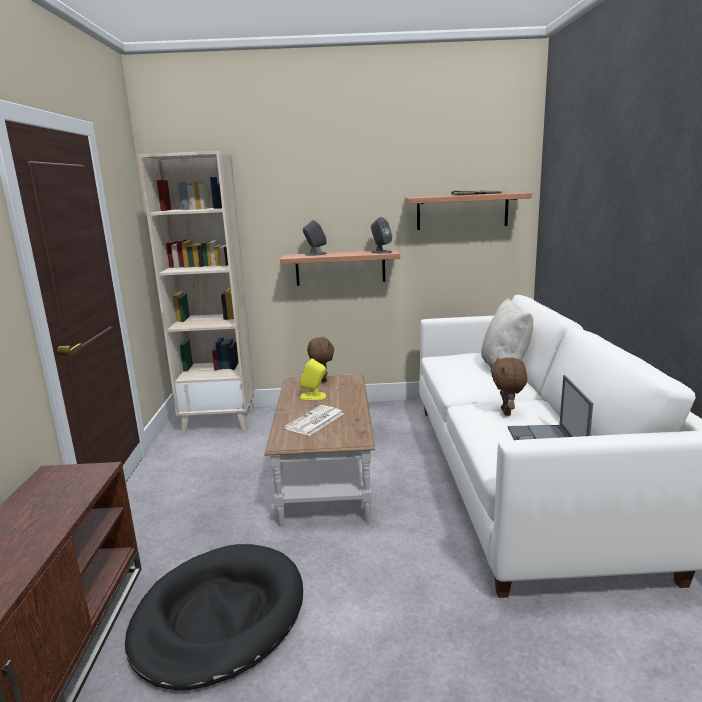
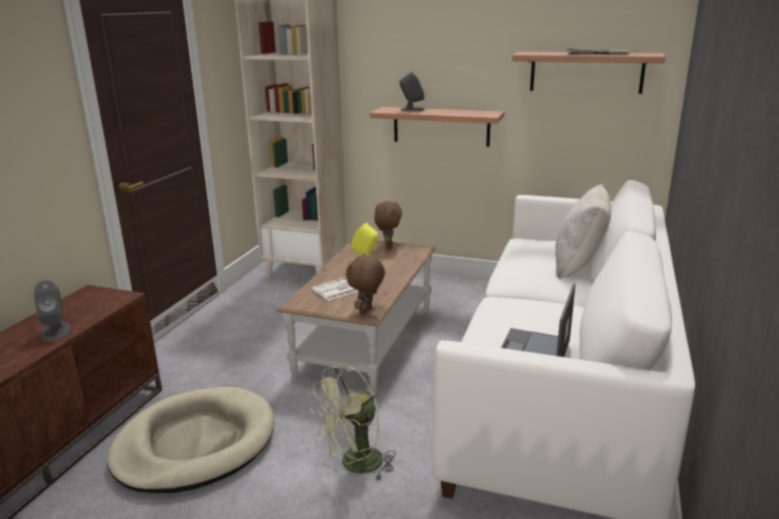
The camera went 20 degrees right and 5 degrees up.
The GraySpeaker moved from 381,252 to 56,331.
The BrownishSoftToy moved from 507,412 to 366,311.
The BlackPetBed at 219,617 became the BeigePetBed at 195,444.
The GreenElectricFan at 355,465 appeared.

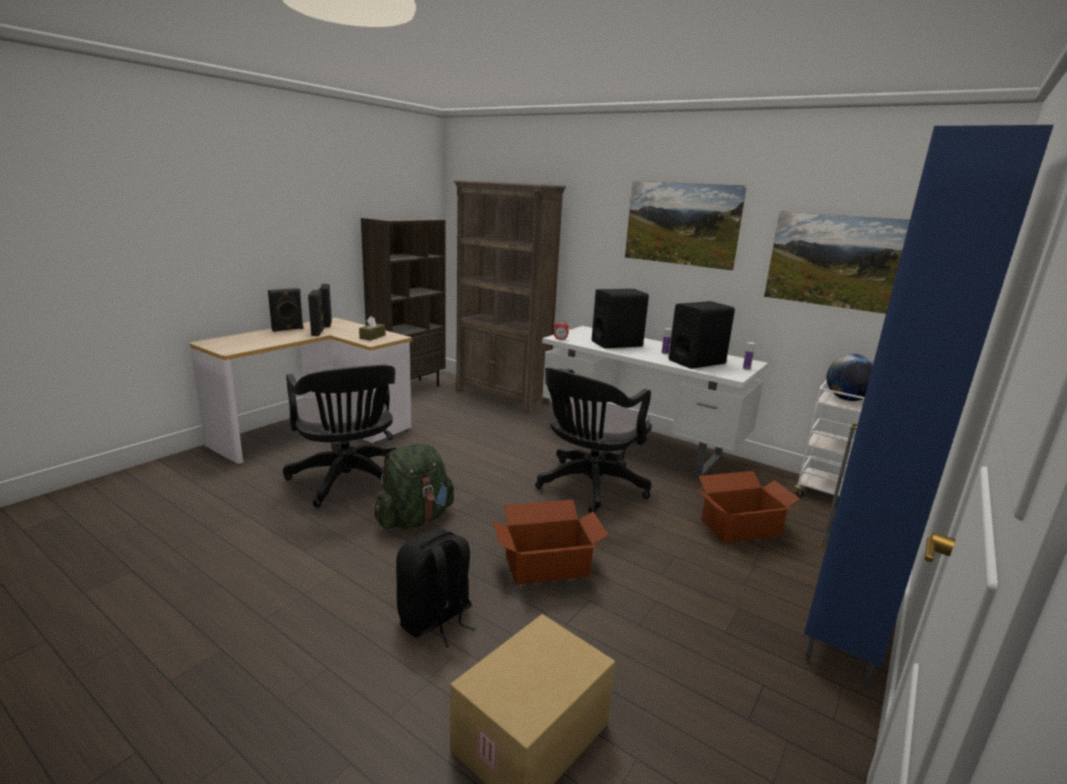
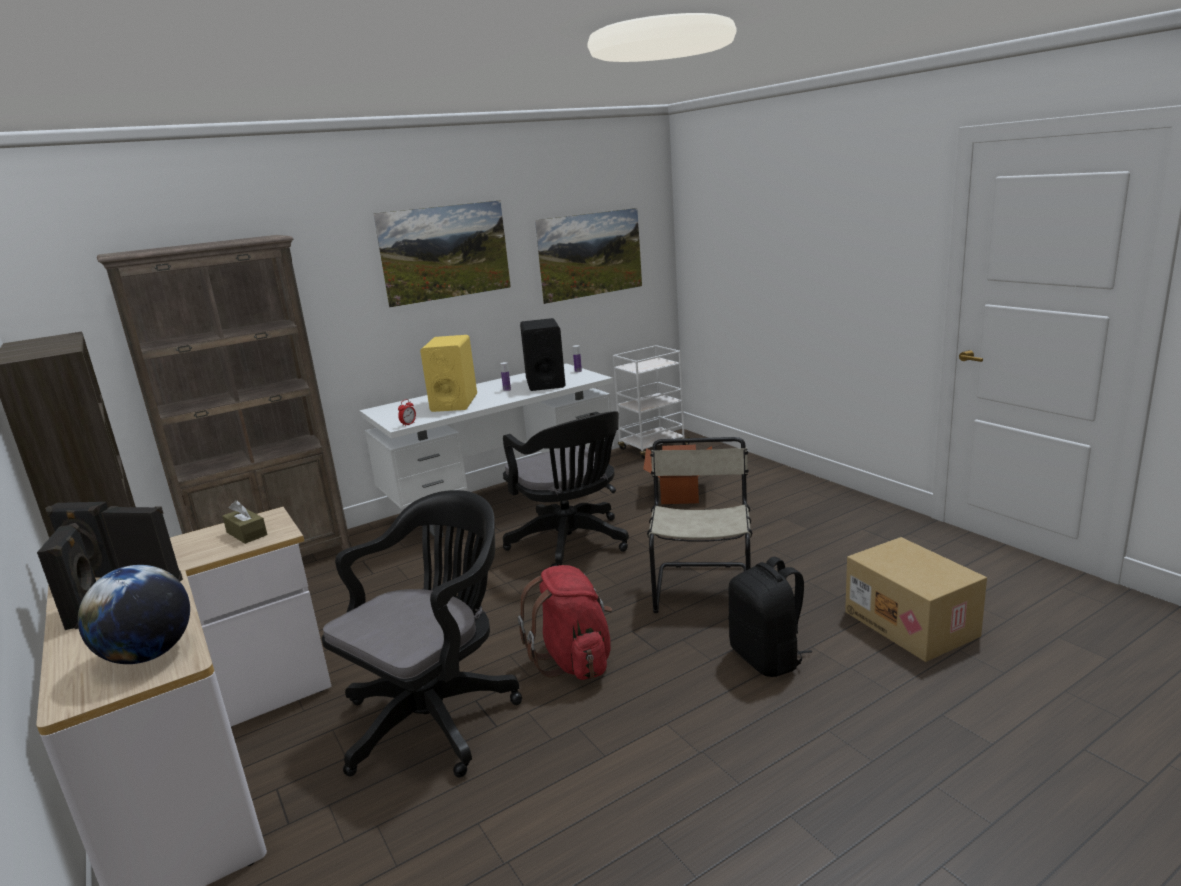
The camera went 65 degrees left and 0 degrees up.
The BluishCabinet at 844,635 disappeared.
The BlackSpeaker at 617,344 became the YellowishSpeaker at 454,403.
The Globe moved from 847,399 to 149,655.
The BlackOfficeChair at 348,481 turned 45 degrees counterclockwise.
The GreenBackpack at 415,519 became the ReddishBackpack at 574,661.
The Carton at 547,566 was replaced by the BeigeChair at 702,587.

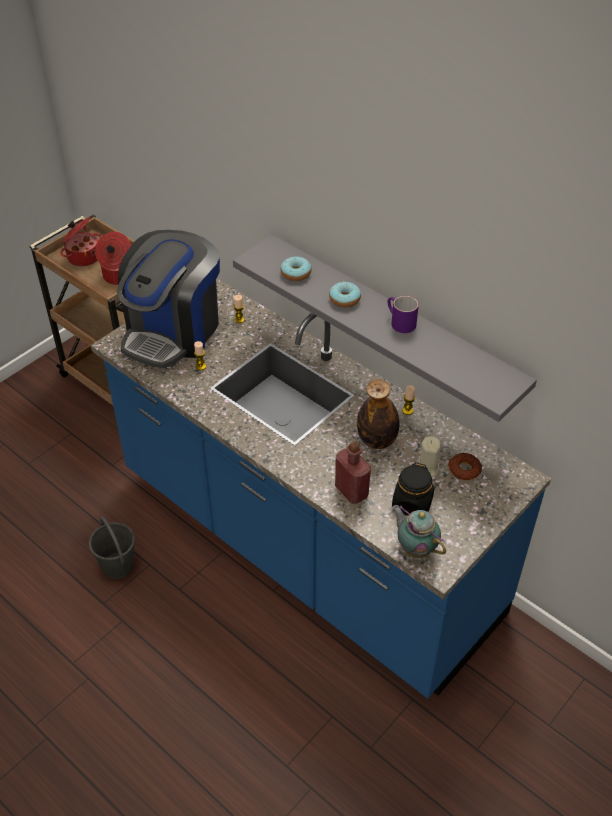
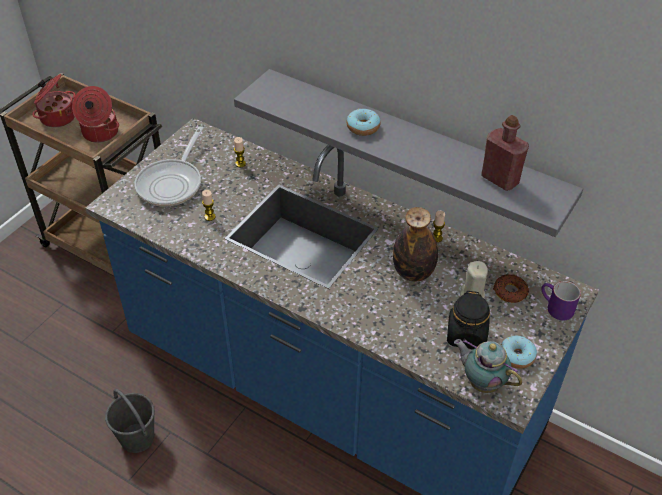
The camera went 10 degrees left and 0 degrees up.
The CoffeeMachine at 173,331 was replaced by the Skillet at 172,183.
The Doughnut moved from 296,273 to 516,356.
The PurplishMug moved from 399,323 to 555,308.
The ReddishBeverageBottle moved from 351,491 to 500,179.

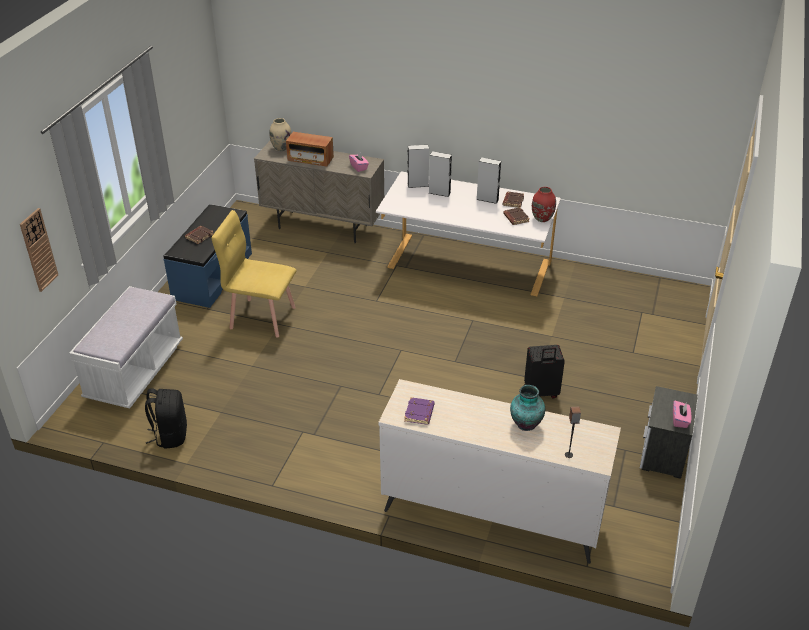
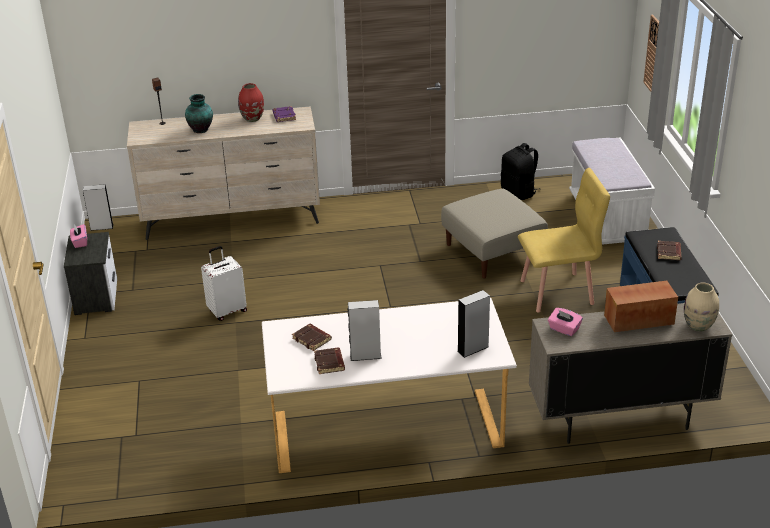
The camera went 155 degrees right and 5 degrees down.
The GraySpeaker moved from 439,193 to 101,227.
The ReddishVase moved from 542,218 to 252,119.
The BlackPieceOfLuggage at 541,393 became the WhitishPieceOfLuggage at 227,311.
The BeigeFootrest at 492,252 appeared.

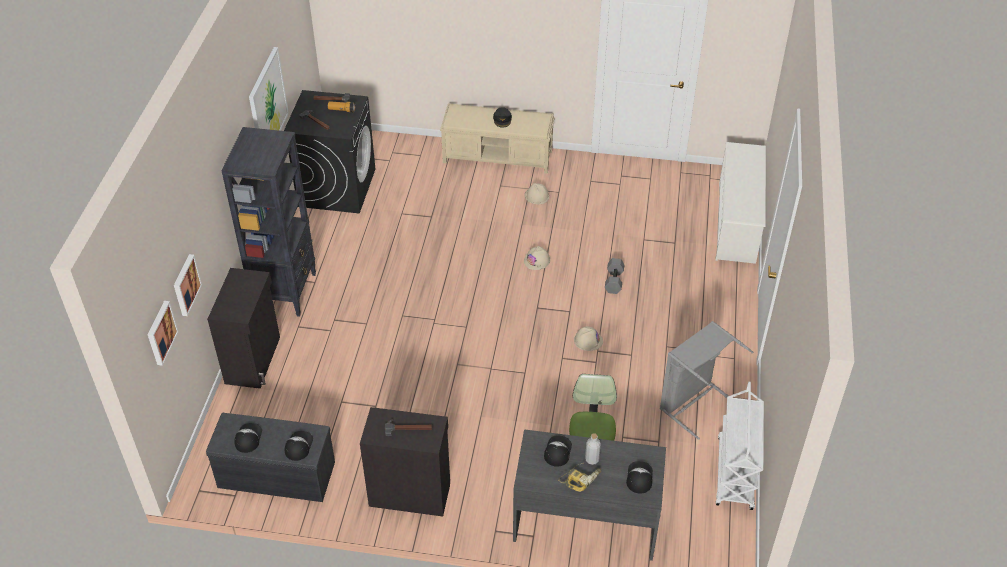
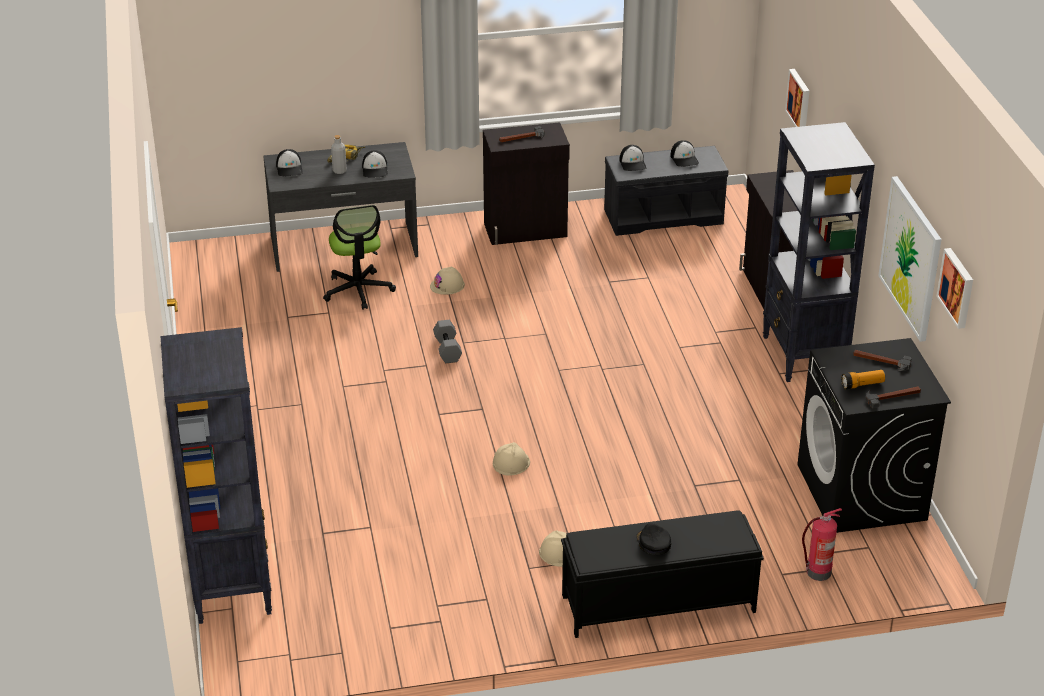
The camera went 160 degrees right and 10 degrees down.
The BeigeIndoorBench at 498,156 became the BlackIndoorBench at 657,604.
The WhitishShoeShelf at 737,223 was replaced by the BlackBookcase at 232,586.
The GrayDumbbell moved from 613,281 to 448,349.
The WallArt moved from 160,332 to 957,287.
The GrayWashingBasket at 694,403 disappeared.
The BeigeHardHat moved from 588,340 to 447,285.
The WhitishCart at 735,474 disappeared.
The FireFightingCylinder at 817,573 appeared.

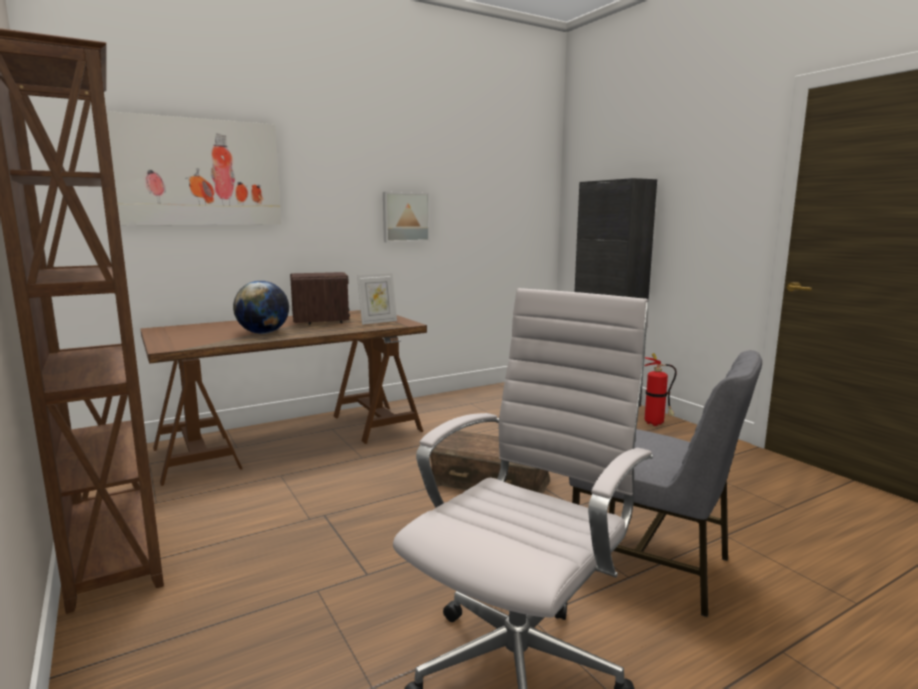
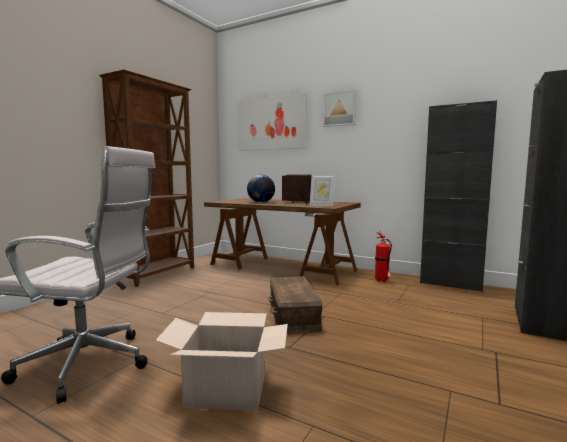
The camera went 60 degrees right and 5 degrees down.
The WallArt moved from 405,217 to 340,109.
The GrayChair at 653,565 was replaced by the Carton at 226,392.
The FireFightingCylinder moved from 656,424 to 382,281.
The BlackCabinet at 451,284 appeared.

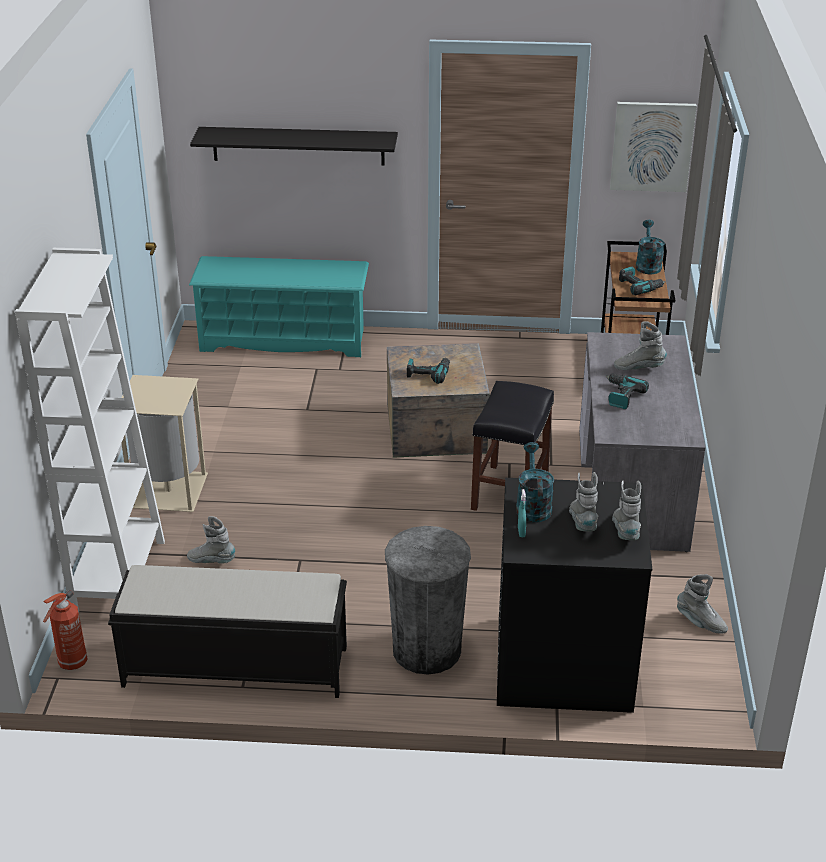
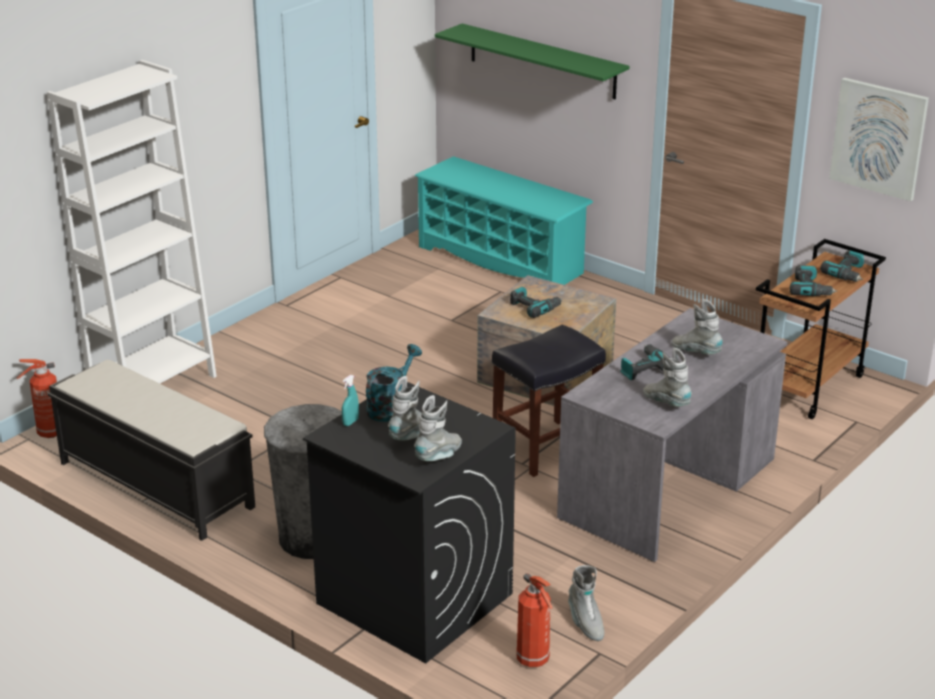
The camera went 35 degrees right and 5 degrees down.
The BlackWallShelf at 298,146 became the GreenWallShelf at 542,61.
The TurquoiseWateringCan at 647,265 was replaced by the ElectricDrill at 847,274.
The BeigeWasteBin at 168,489 disappeared.
The GrayHighTopBoot moved from 212,561 to 666,403.
The FireFightingCylinder at 534,660 appeared.

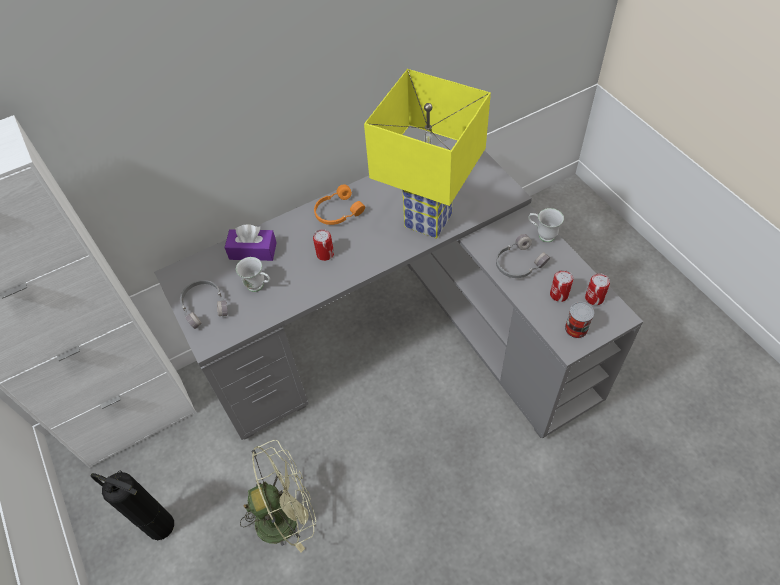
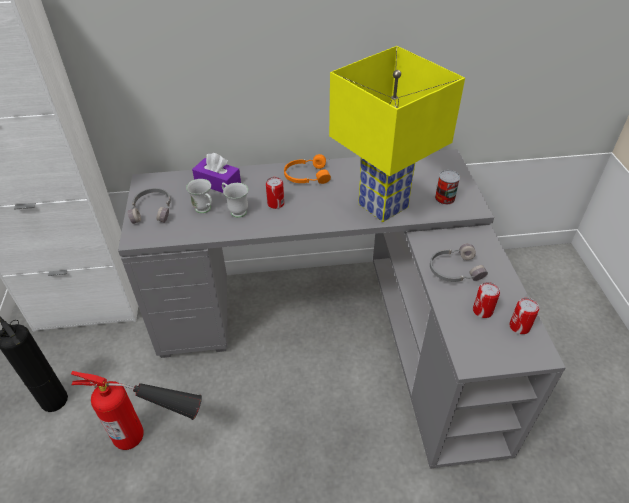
The camera went 20 degrees right and 10 degrees down.
The WhitishMug moved from 542,235 to 235,210.
The SealedCan moved from 576,328 to 445,198.
The GreenElectricFan at 286,515 was replaced by the FireFightingCylinder at 157,437.

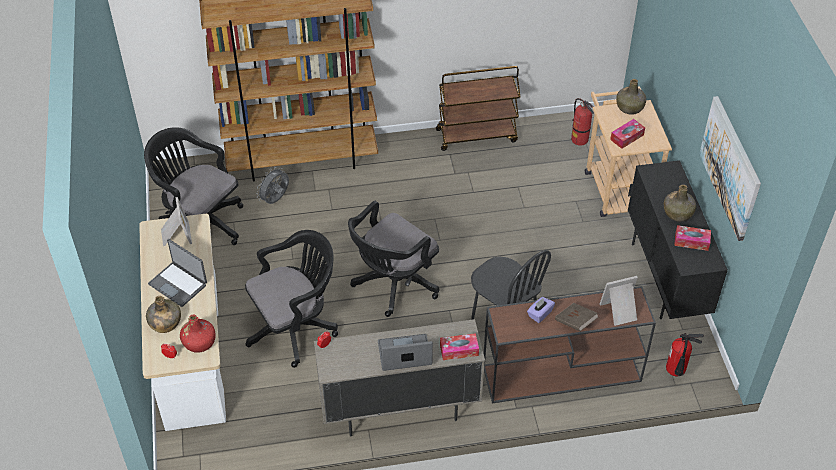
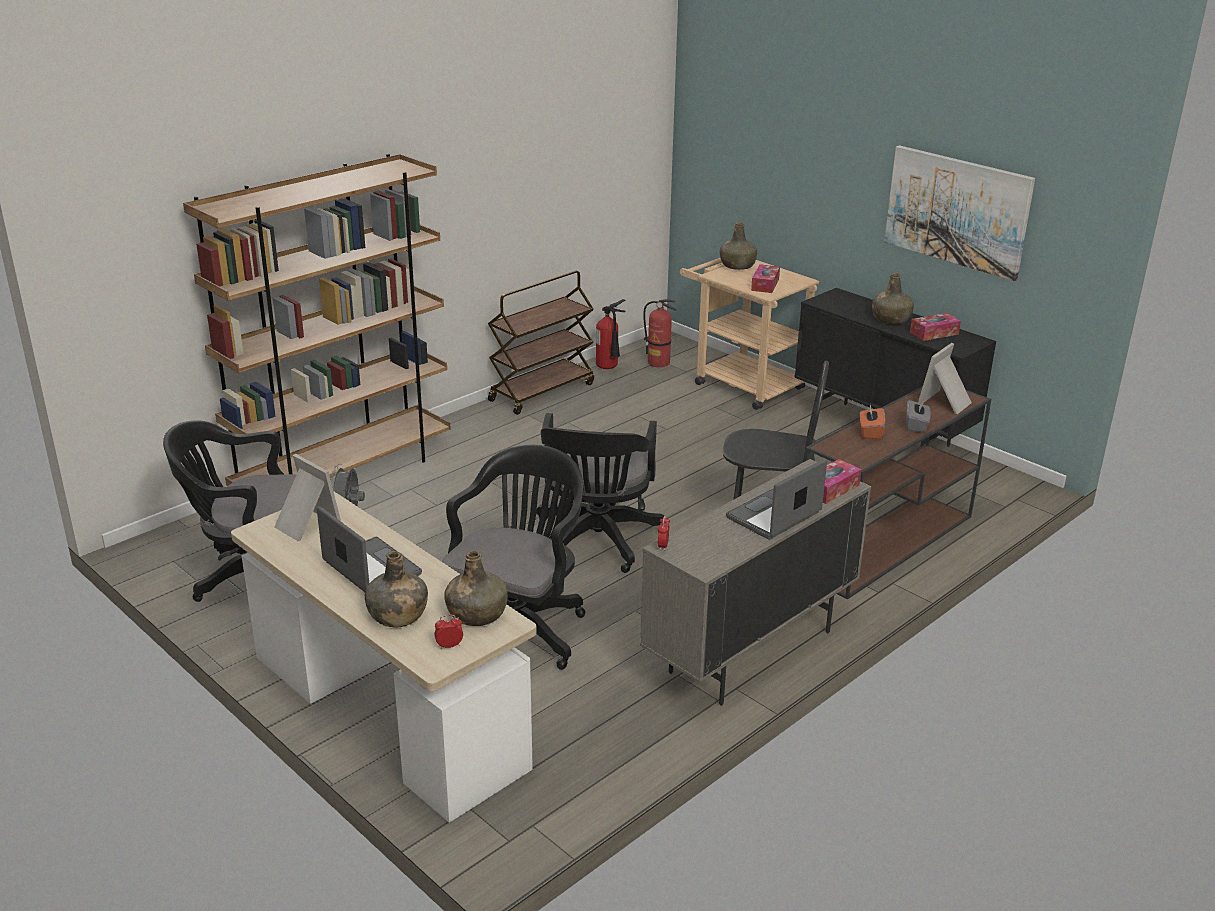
The camera went 35 degrees left and 20 degrees down.
The NotebookComputer at 178,284 turned 135 degrees counterclockwise.
The PurplishTissueBox at 539,314 became the OrangeyTissueBox at 870,432.
The BrownishVolume at 575,322 was replaced by the GrayTissueBox at 916,425.
The ReddishBeverageBottle at 199,342 became the GreenBeverageBottle at 477,614.
The FireFightingCylinder moved from 676,373 to 609,368.

